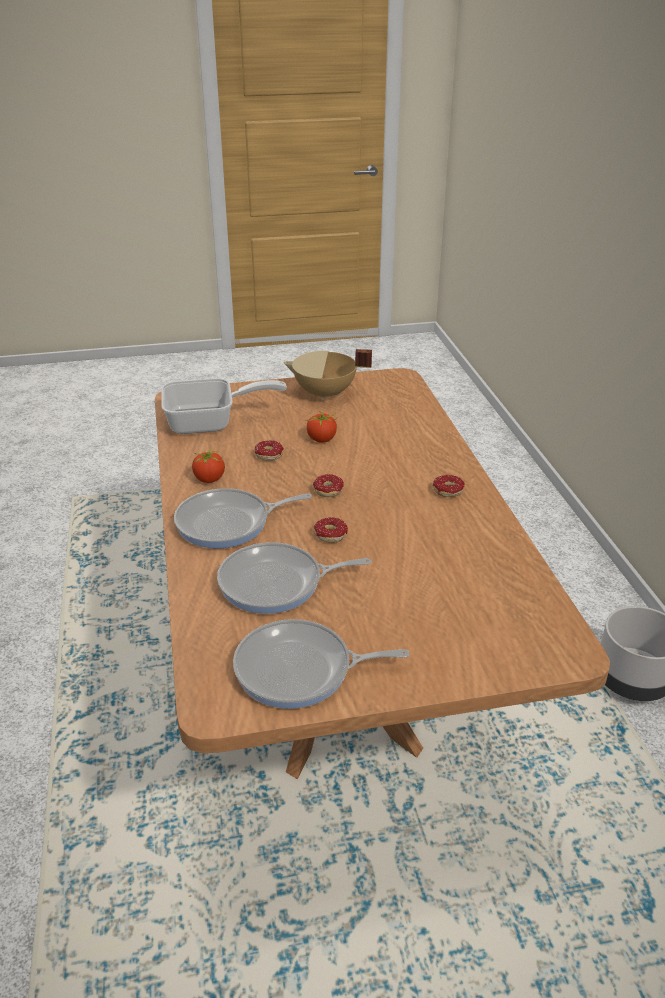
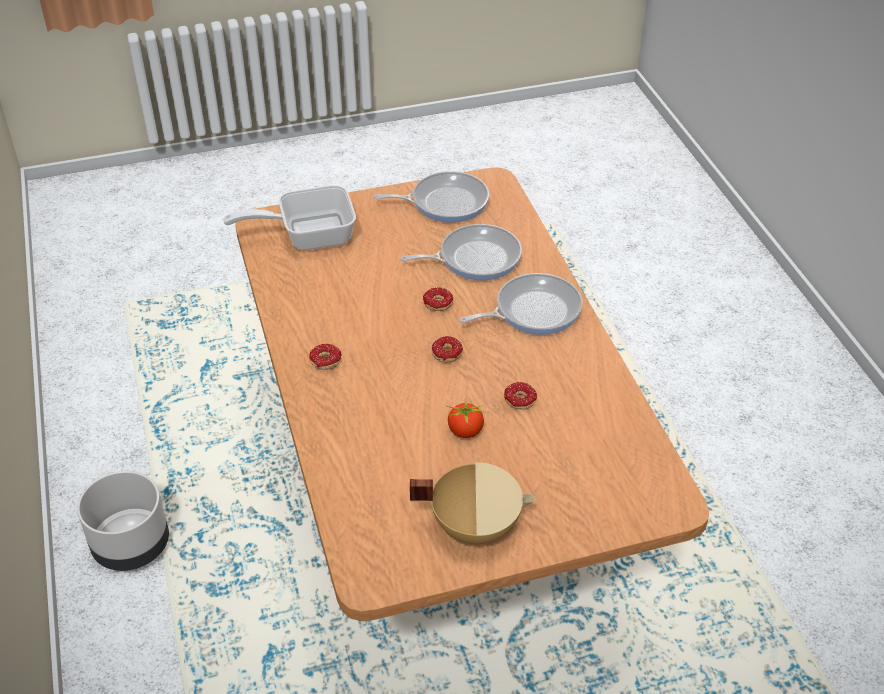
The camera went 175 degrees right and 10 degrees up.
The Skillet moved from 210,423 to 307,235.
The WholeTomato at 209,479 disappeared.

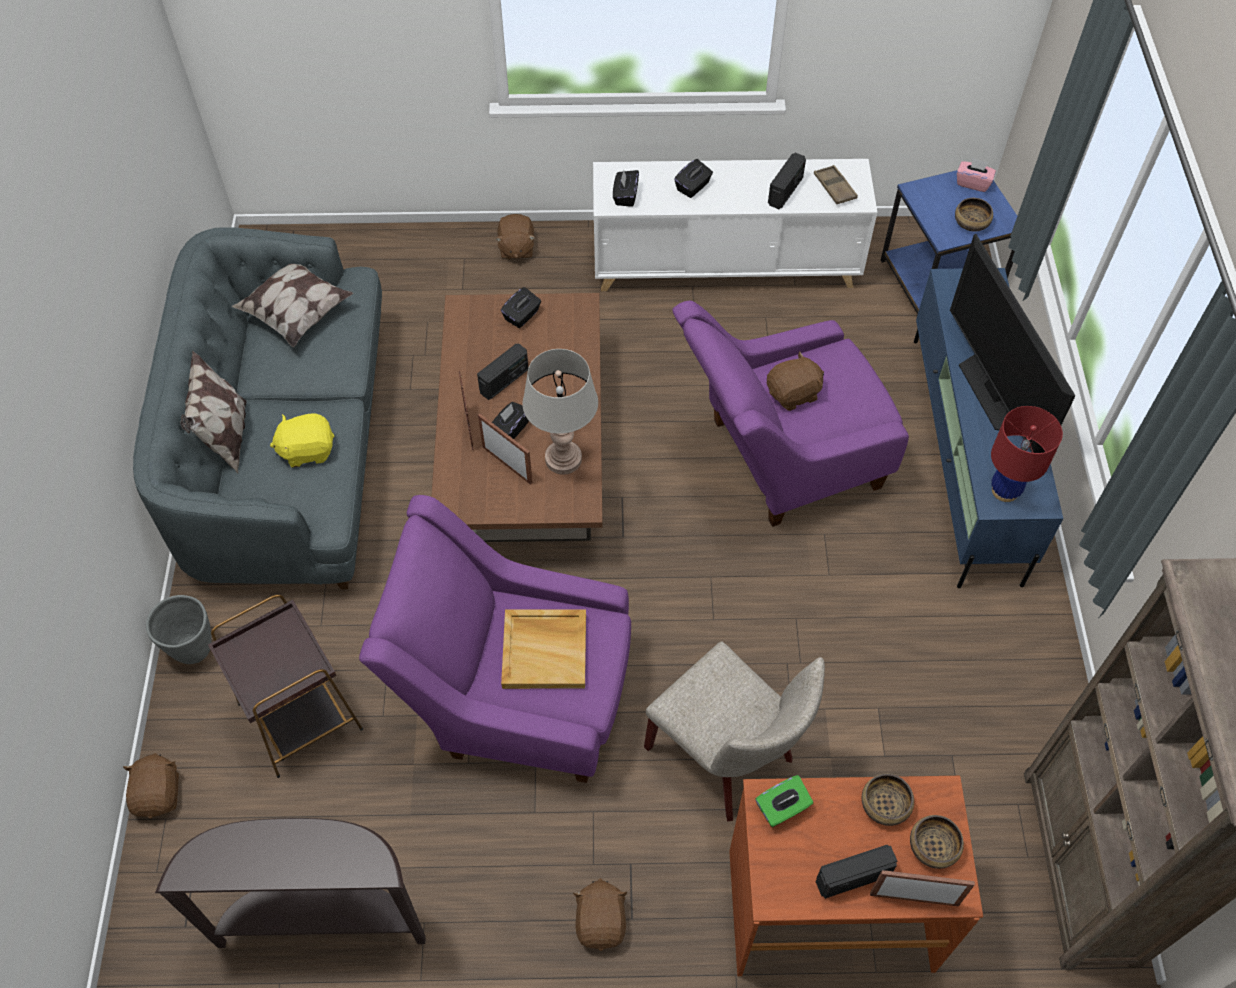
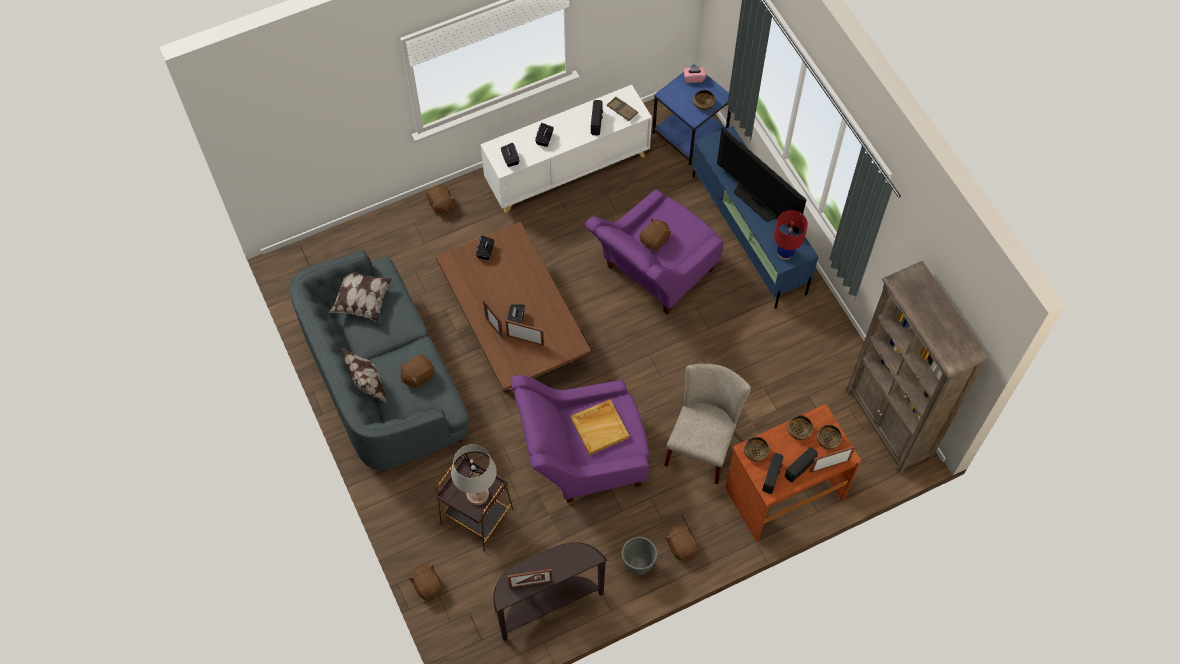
The camera went 25 degrees left and 5 degrees up.
The RadioReceiver moved from 504,381 to 772,477.
The GrayLampForATable moved from 563,459 to 477,494.
The YellowishSoftToy at 307,450 became the BrownishSoftToy at 417,376.
The GrayFlowerPot moved from 193,649 to 638,565.
The BeigeChair at 727,757 turned 90 degrees counterclockwise.
The GreenTissueBox at 782,808 was replaced by the Bowl at 755,452.
The StandingFrame at 530,584 appeared.

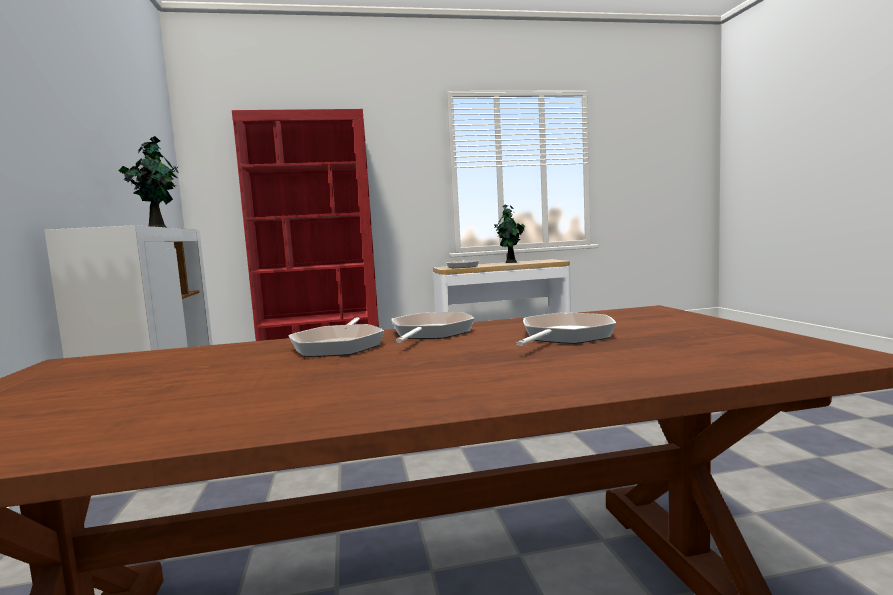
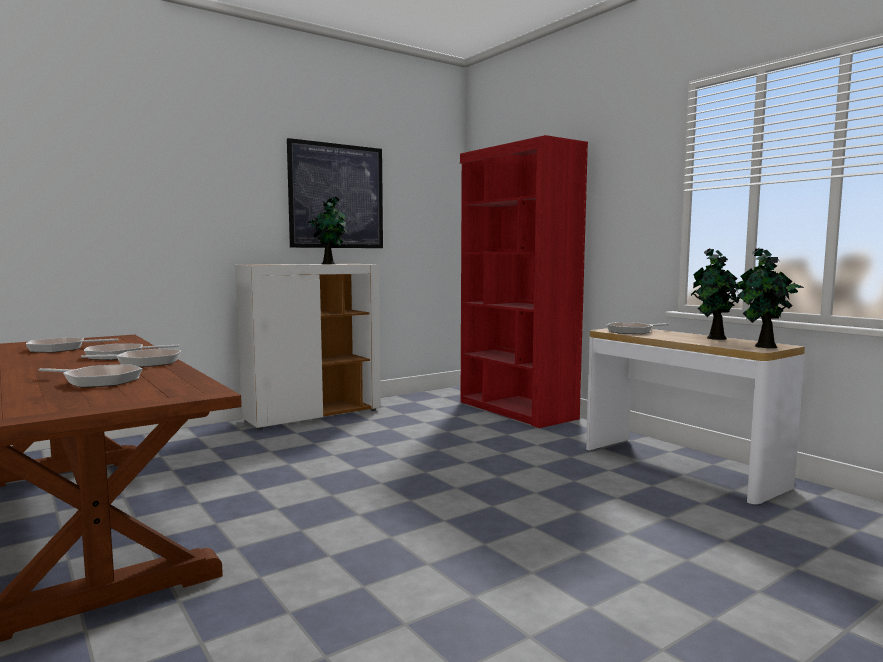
The camera went 65 degrees right and 0 degrees up.
The WallArt at 336,196 appeared.
The PottedPlant at 763,346 appeared.
The Skillet at 61,349 appeared.

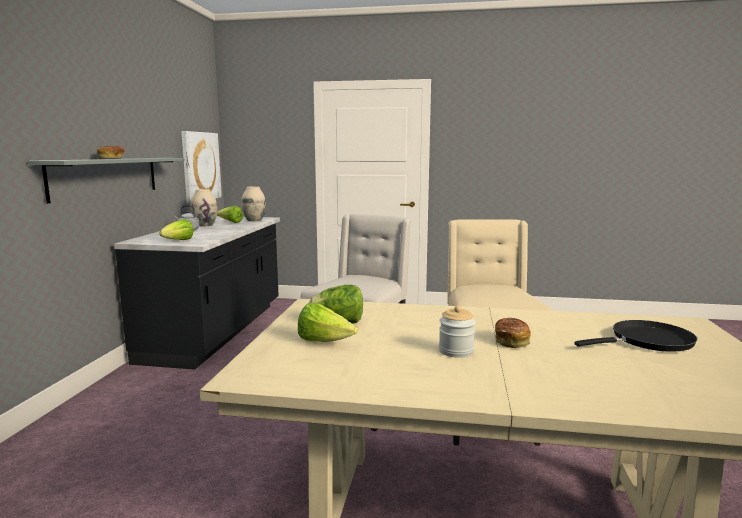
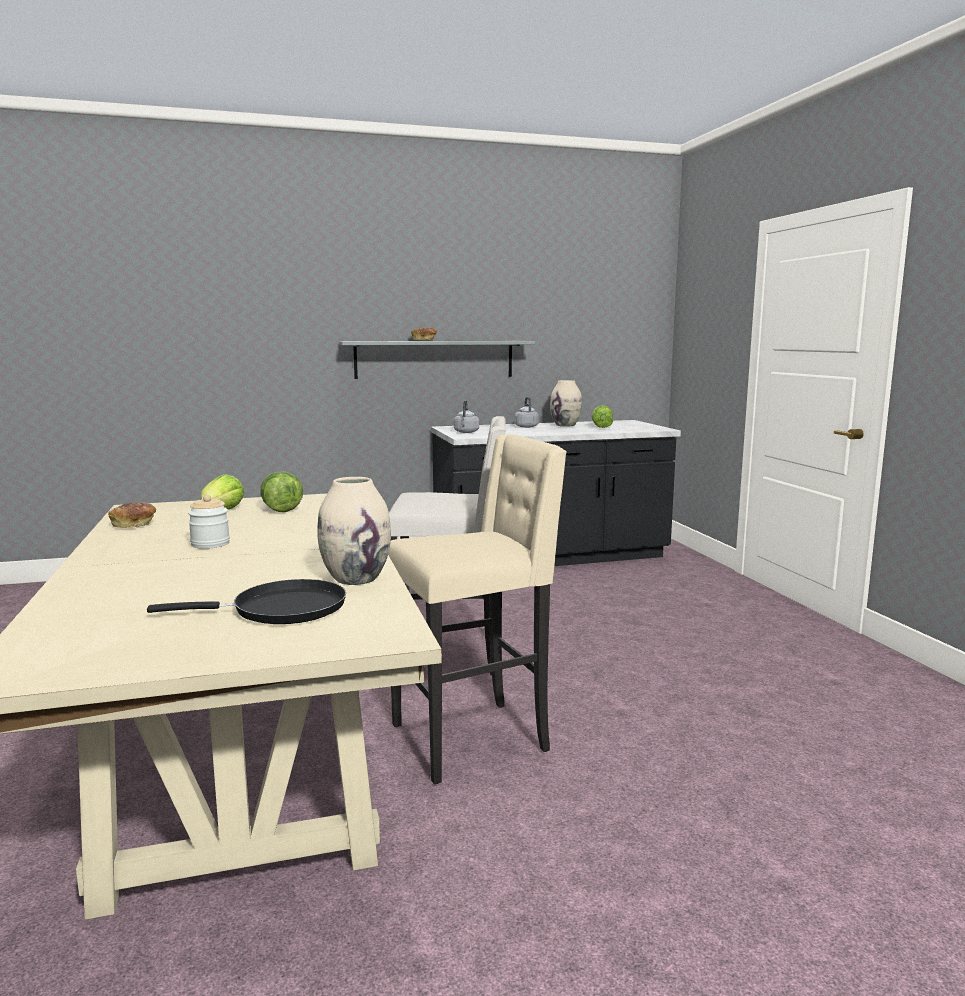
The camera went 65 degrees right and 0 degrees up.
The WallArt at 200,166 disappeared.
The BeigeVase moved from 254,220 to 356,578.
The Lettuce at 178,241 was replaced by the GrayTeaKettle at 466,432.
The BakedBread moved from 511,341 to 134,525.
The BlackSkillet at 647,341 turned 60 degrees counterclockwise.

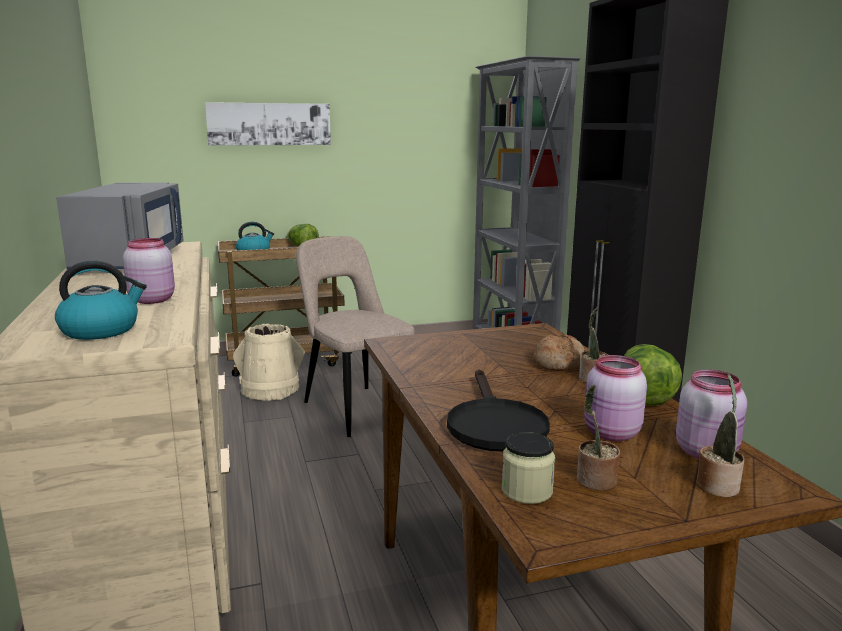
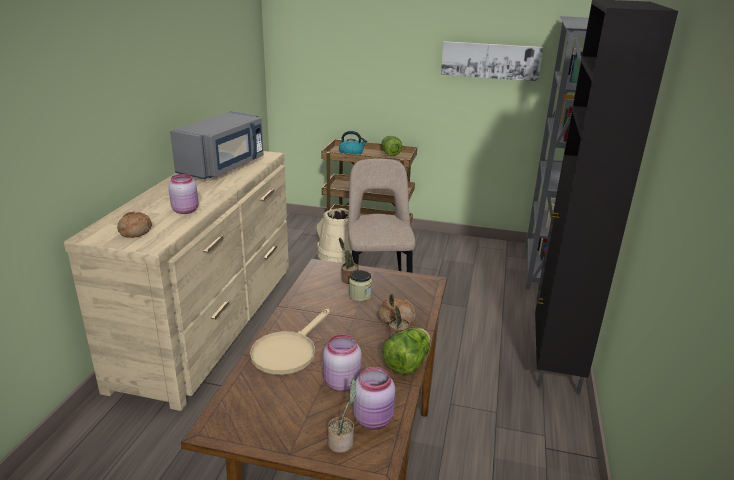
The camera went 30 degrees right and 10 degrees up.
The WallArt moved from 269,124 to 490,60.
The TeaKettle at 101,330 was replaced by the BakedBread at 135,231.
The BlackSkillet at 493,424 became the BeigeSkillet at 288,351.
The PottedPlant moved from 595,481 to 348,279.
The StorageJar moved from 527,491 to 360,295.

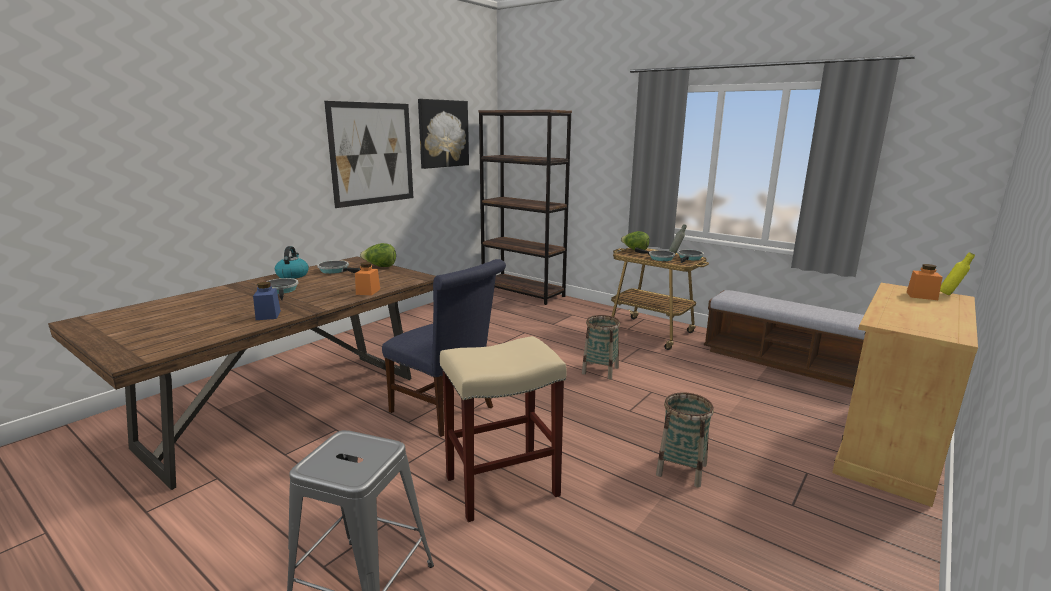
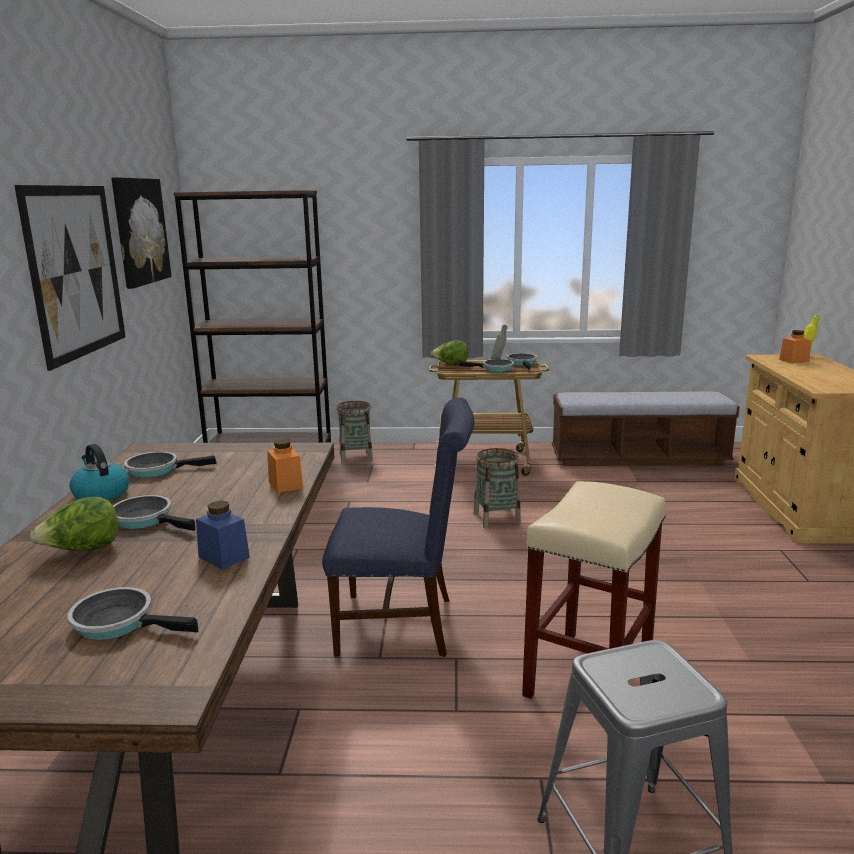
The camera went 35 degrees left and 0 degrees up.
The Lettuce moved from 380,267 to 83,550.
The Basket moved from 681,470 to 356,457.
The Skillet at 120,623 appeared.

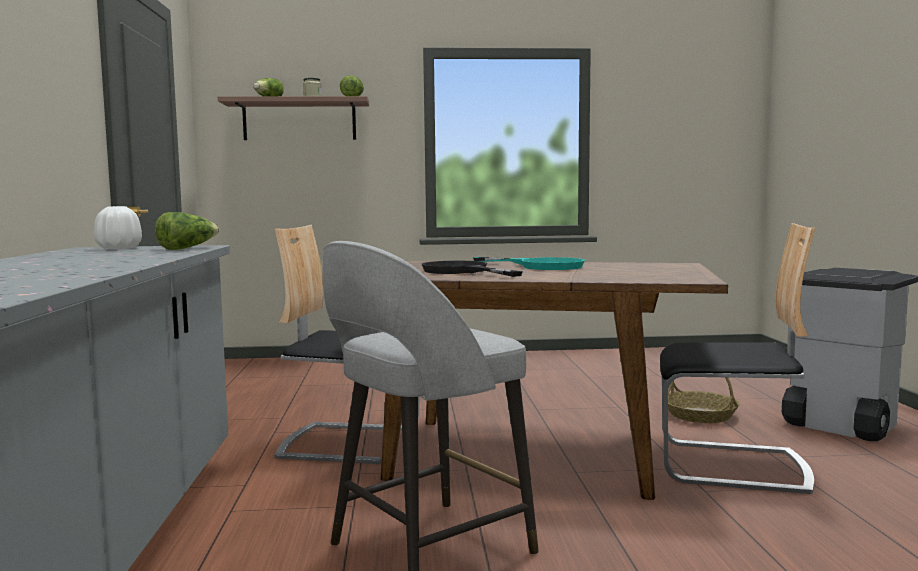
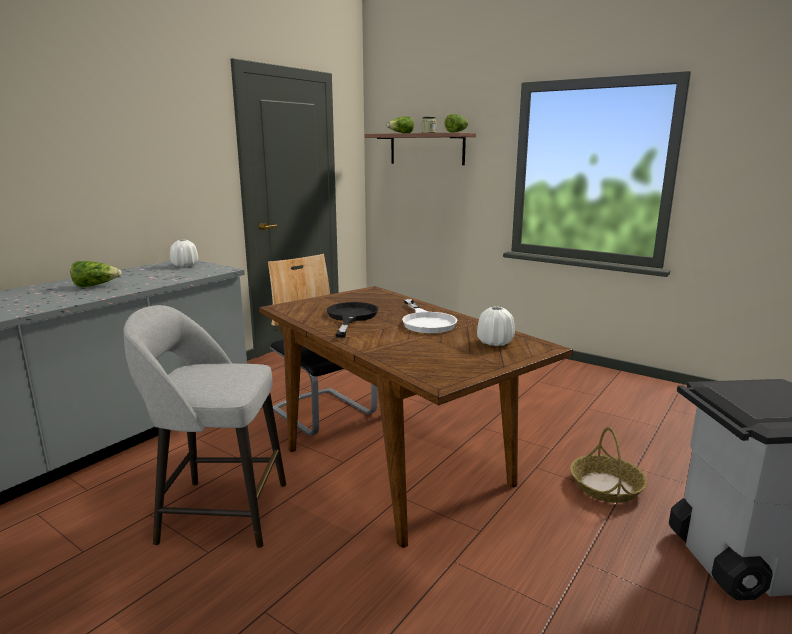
The camera went 40 degrees right and 10 degrees up.
The Lettuce moved from 187,248 to 95,285.
The Chair at 731,466 disappeared.
The TurquoiseSkillet at 541,266 became the WhitishSkillet at 426,322.
The WhitishVase at 495,342 appeared.

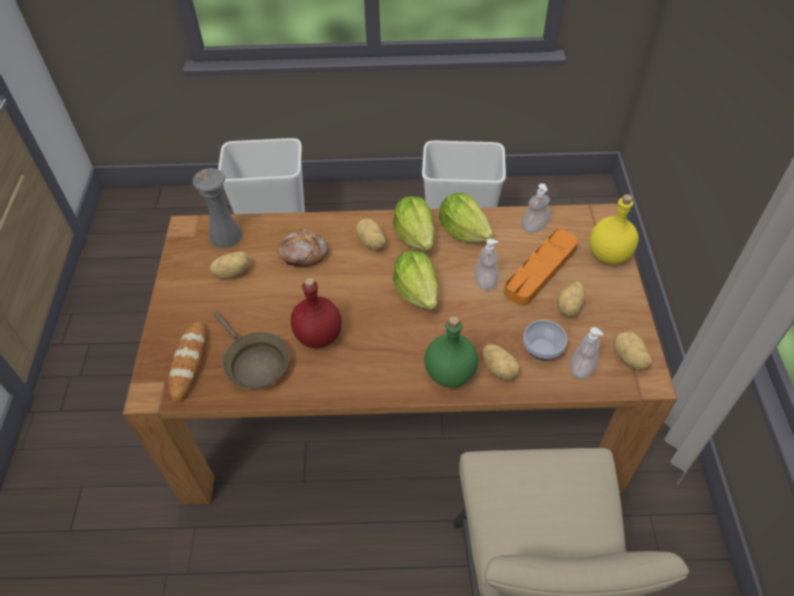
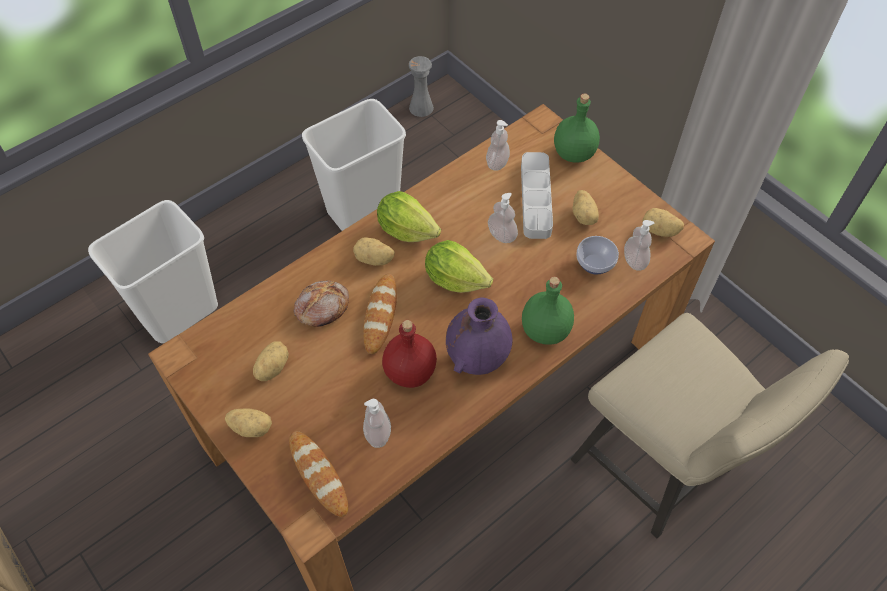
The camera went 40 degrees left and 5 degrees up.
The GrayVase moved from 225,236 to 421,107.
The Lettuce at 463,231 disappeared.
The YellowishBeverageBottle at 609,255 became the GreenBeverageBottle at 574,154.
The OrangeyCarryingTray at 540,270 became the GrayCarryingTray at 535,198.
The BrownishSkillet at 254,362 was replaced by the LiquidSoapBottle at 378,433.
The Spud moved from 500,369 to 251,427.
The BakedBread at 380,315 appeared.
The PurplishVase at 477,359 appeared.

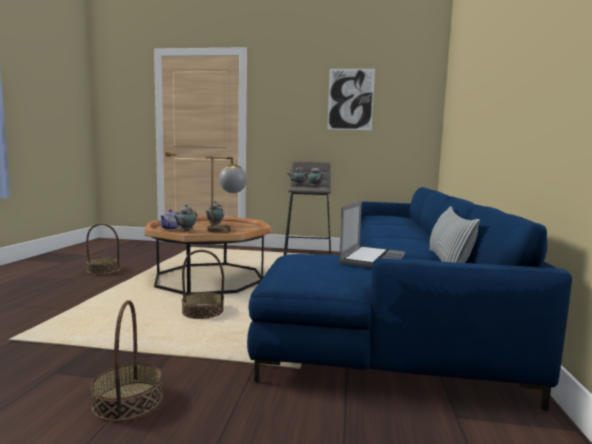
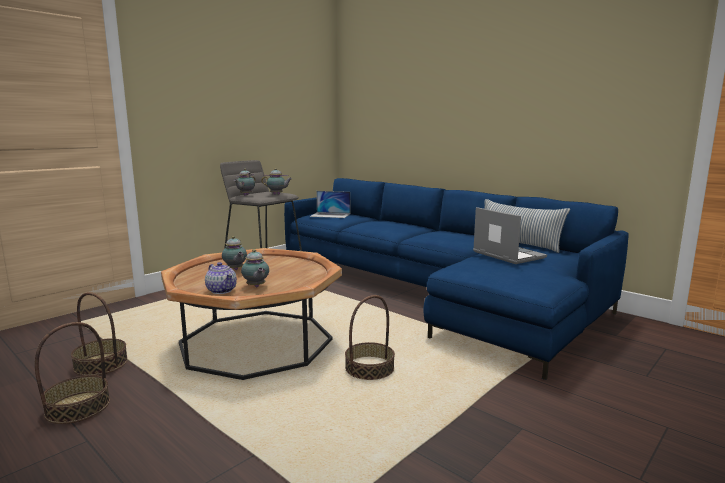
The camera went 55 degrees left and 5 degrees up.
The WallArt at 350,99 disappeared.
The LampForATable at 227,231 disappeared.
The Basket moved from 128,401 to 101,364.
The NotebookComputer at 330,215 appeared.

